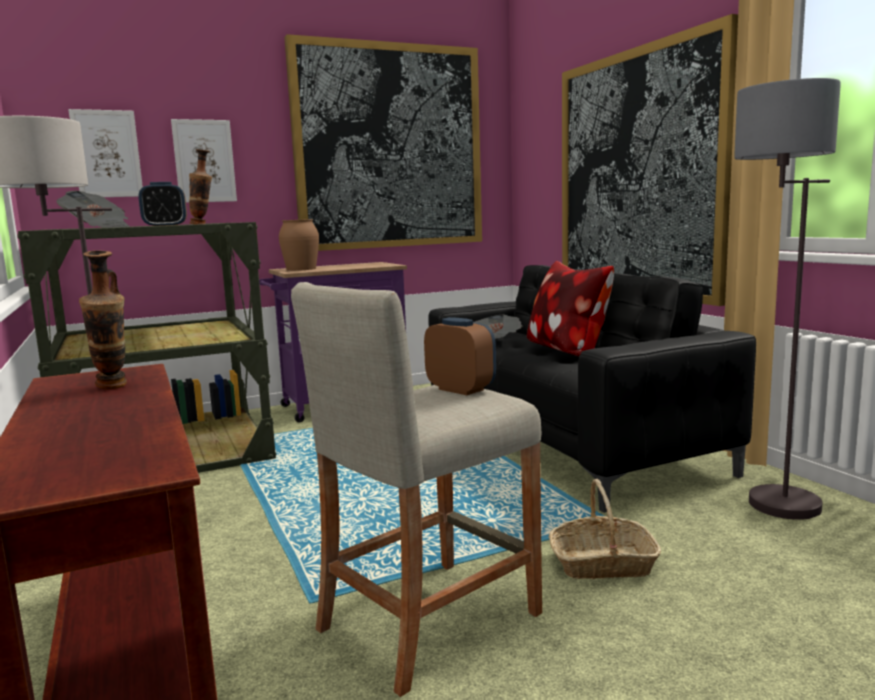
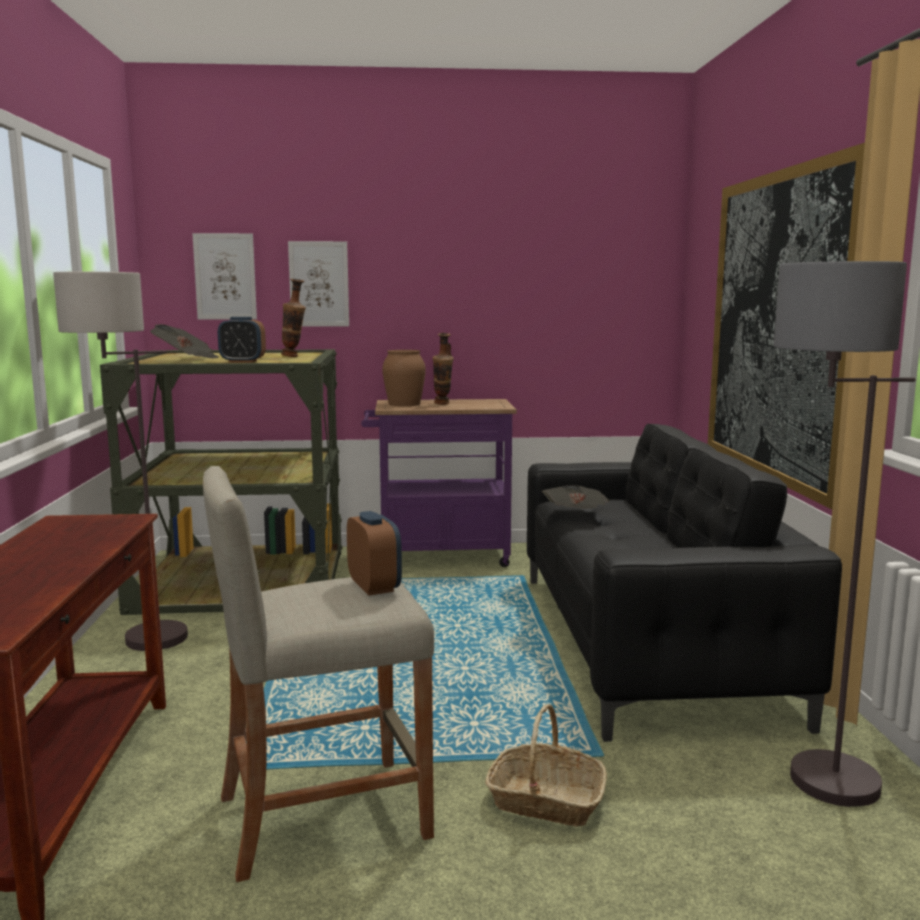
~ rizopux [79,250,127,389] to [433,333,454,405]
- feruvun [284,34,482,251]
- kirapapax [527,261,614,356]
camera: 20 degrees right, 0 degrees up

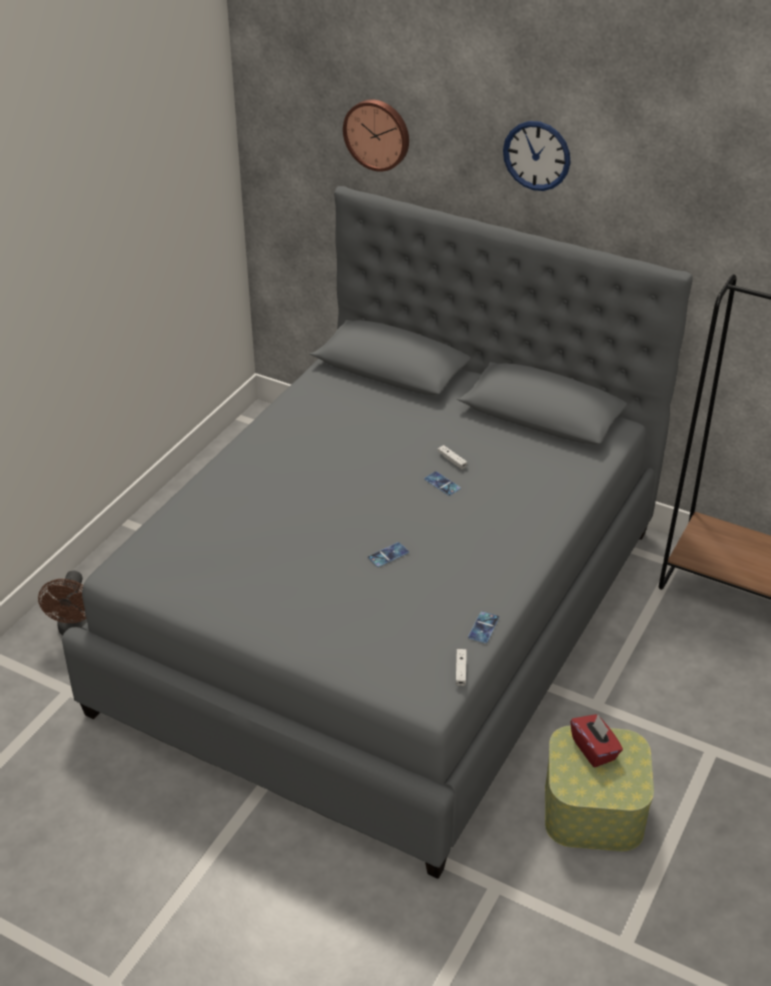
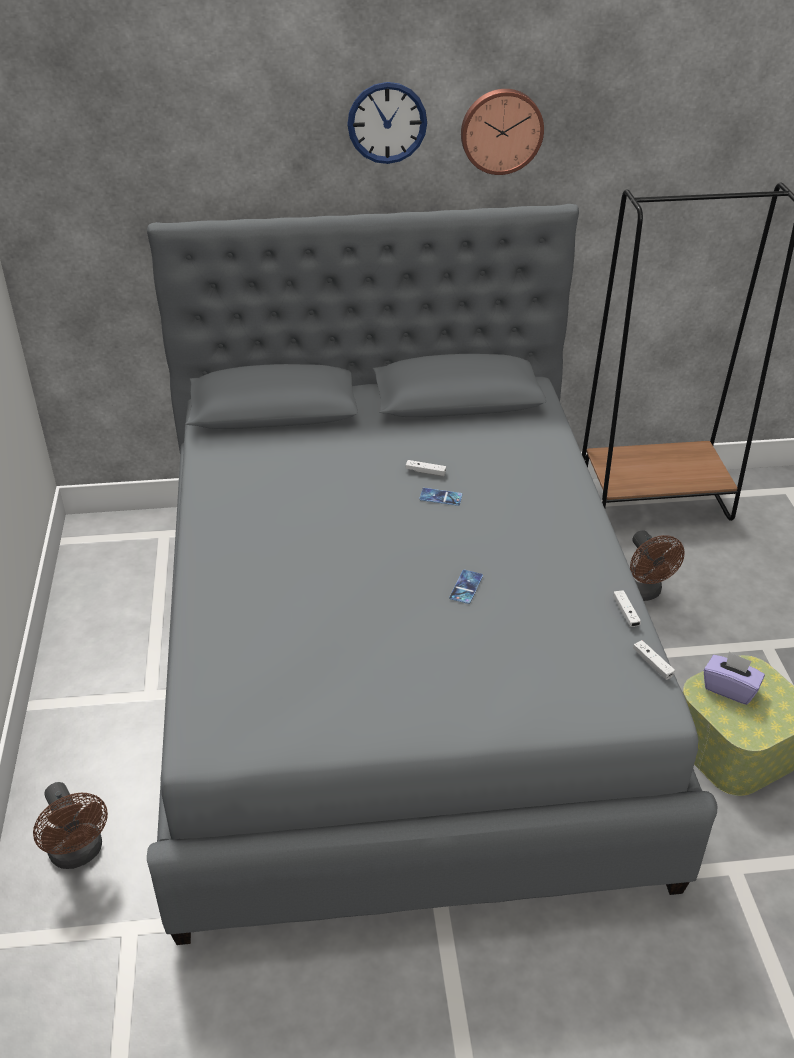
~ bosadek [343,99,409,172] to [461,89,544,175]
~ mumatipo [468,611,499,643] to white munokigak [613,590,641,627]
~ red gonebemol [570,714,623,767] to purple gonebemol [704,652,765,705]
+ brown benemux [630,530,685,601]
camera: 35 degrees left, 0 degrees up

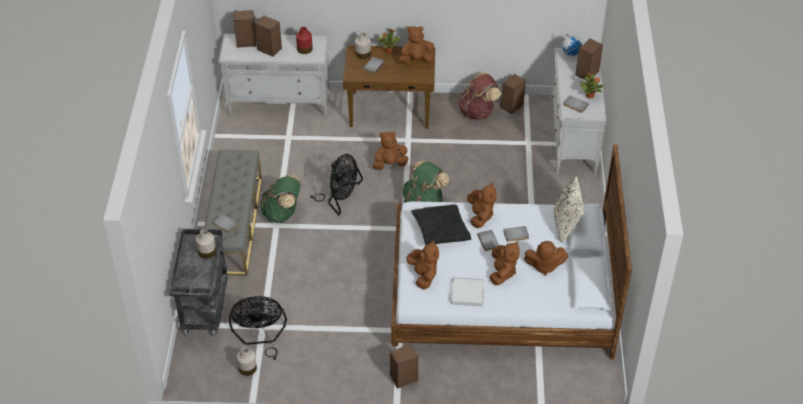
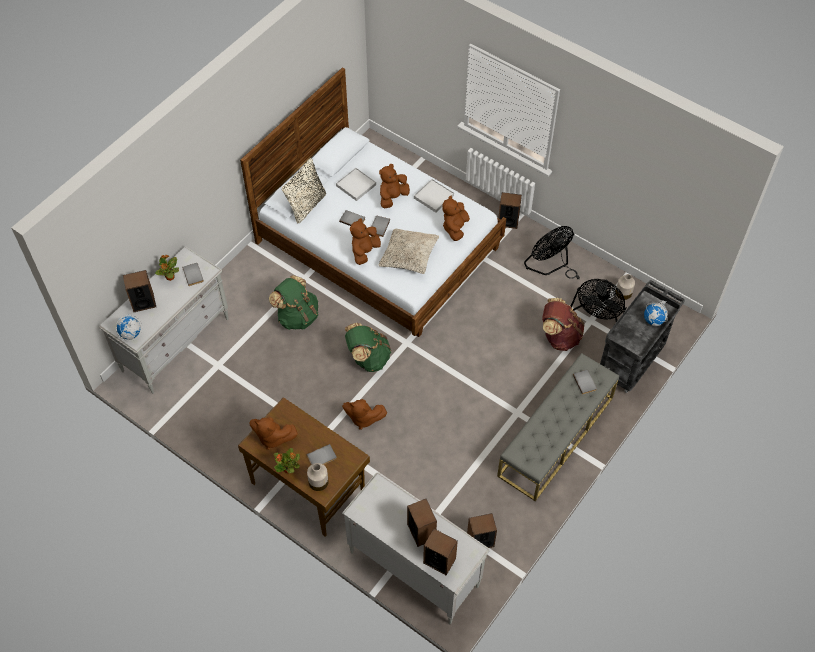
- beige rizopux [196,229,216,259]
~ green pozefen [260,175,301,223] to [269,275,318,330]
- red rizopux [296,27,313,54]
~ black benemux [310,154,363,216] to [524,226,580,279]
~ black kirapapax [411,204,471,245] to beige kirapapax [379,229,439,274]
~ brown pozefen [458,73,501,120] to [542,298,585,351]
~ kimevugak [501,74,526,114] to [467,513,497,548]
~ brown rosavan [524,241,569,276] to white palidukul [336,168,376,201]
+ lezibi [644,300,668,326]
camera: 145 degrees left, 10 degrees up

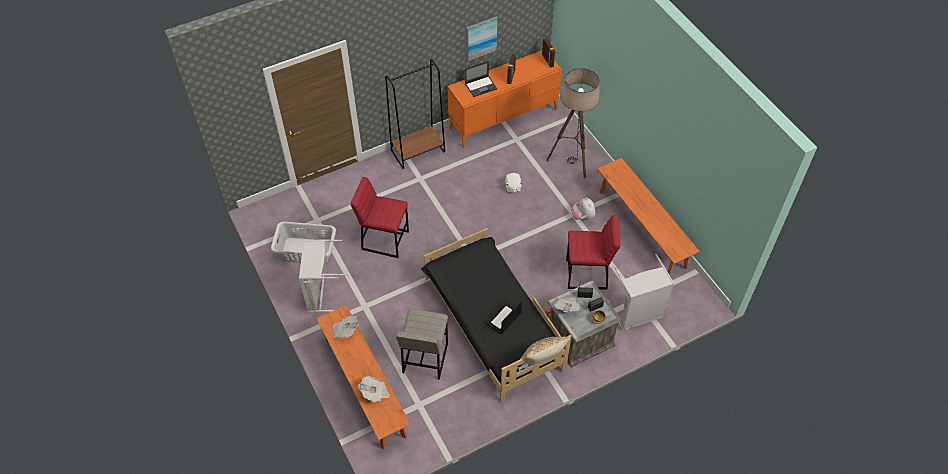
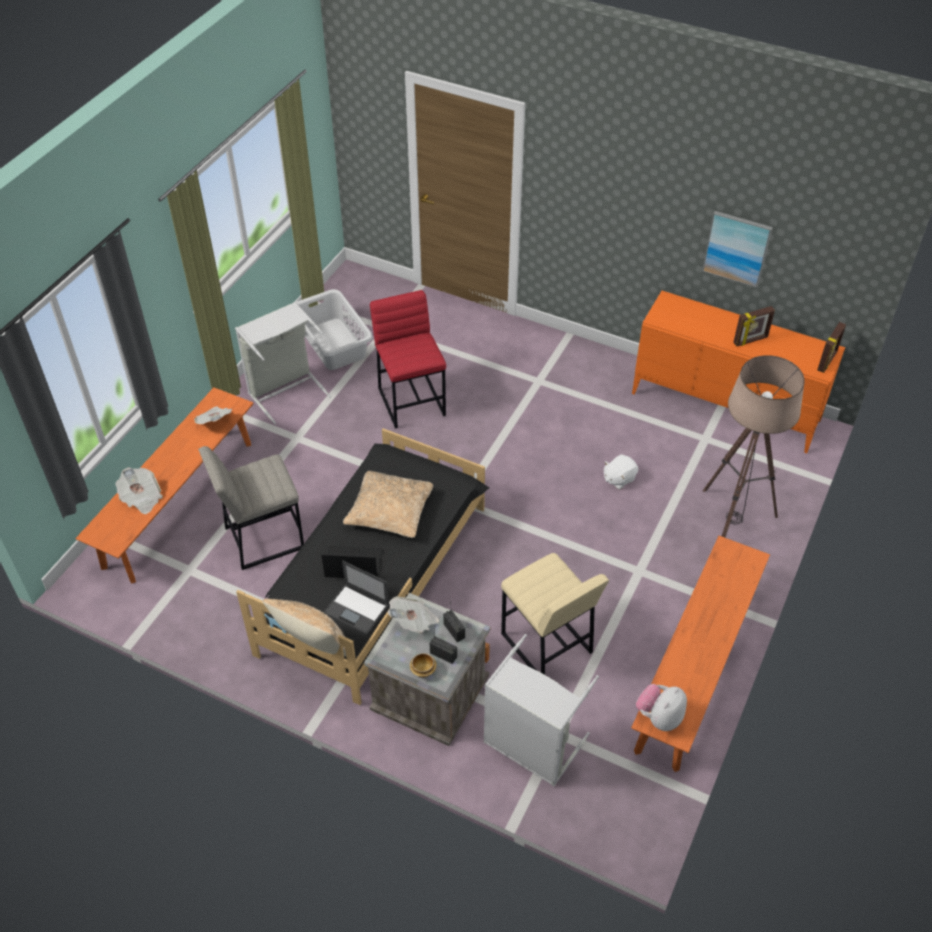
- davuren [385,59,445,169]
~ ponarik [465,61,497,97] to [323,561,389,635]
~ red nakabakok [566,215,621,289] to beige nakabakok [501,553,609,675]
~ rosavan [571,198,595,220] to [636,684,687,731]
+ beige kirapapax [343,471,433,538]
camera: 55 degrees right, 5 degrees down

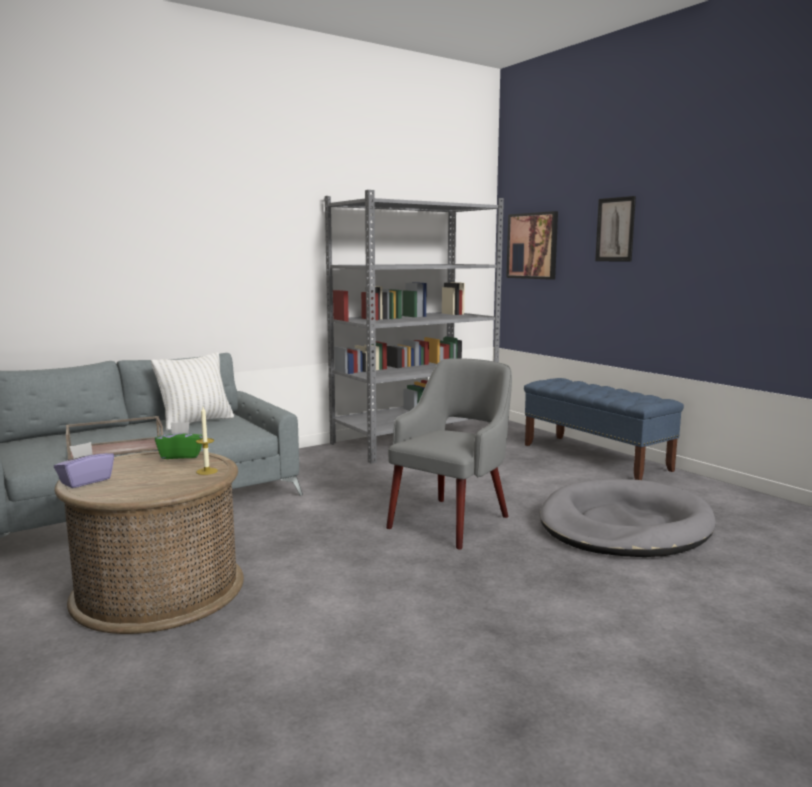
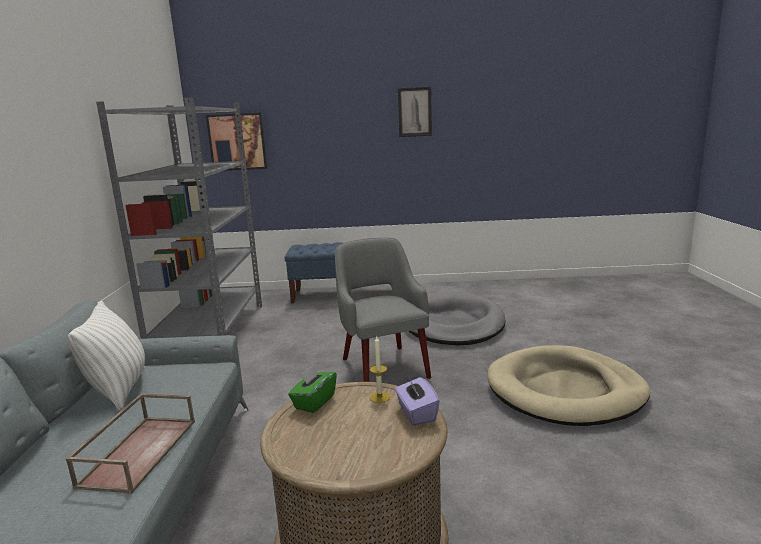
~ purple gonebemol [54,442,114,488] to [395,377,440,426]
~ feruvun [595,196,636,262] to [398,87,432,137]
+ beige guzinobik [488,345,650,426]
camera: 55 degrees left, 5 degrees up

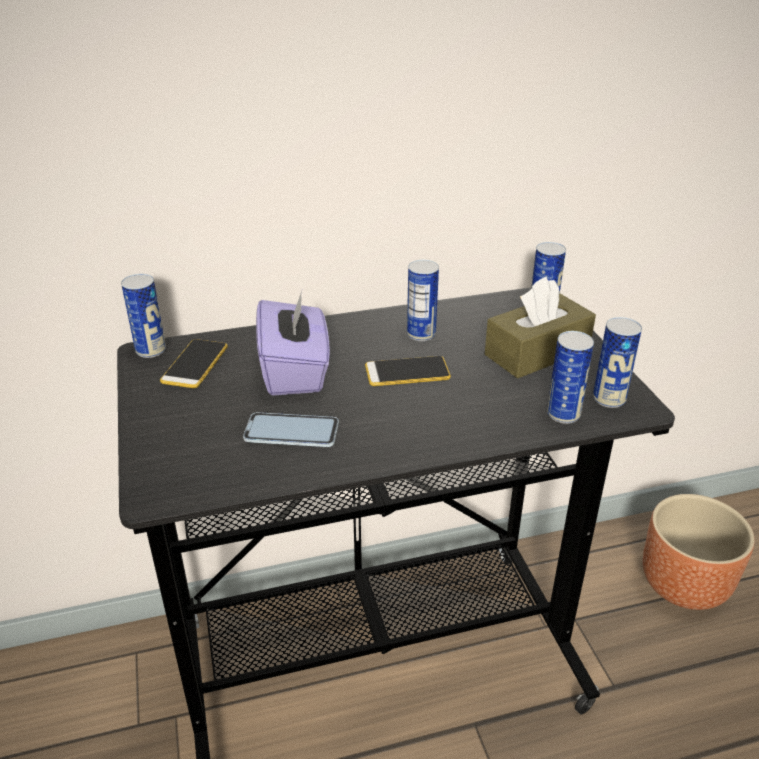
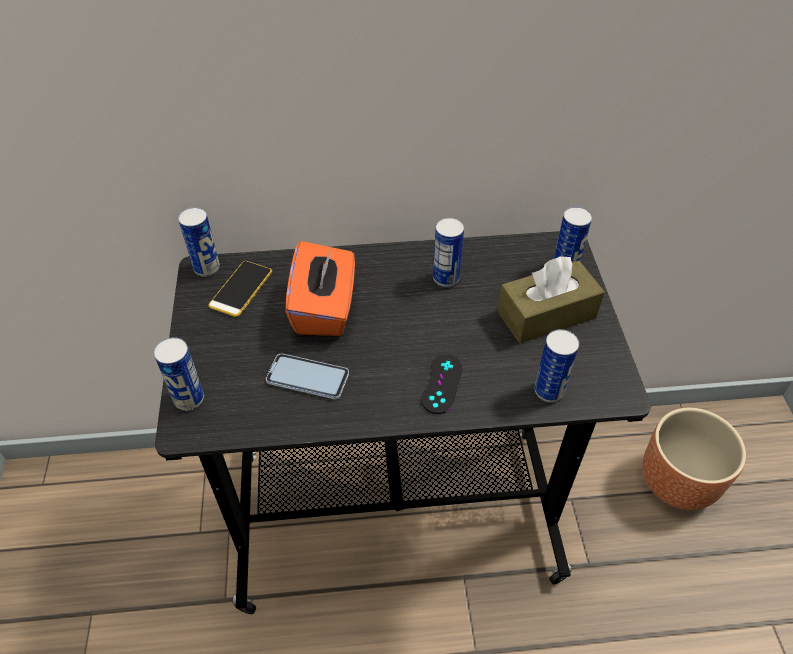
~ purple gonebemol [256,291,330,396] to orange gonebemol [286,241,355,336]
- mumatipo [365,356,451,386]
~ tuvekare [593,317,642,408] to [154,337,204,411]
+ black munokigak [421,355,463,414]
camera: 10 degrees right, 15 degrees up

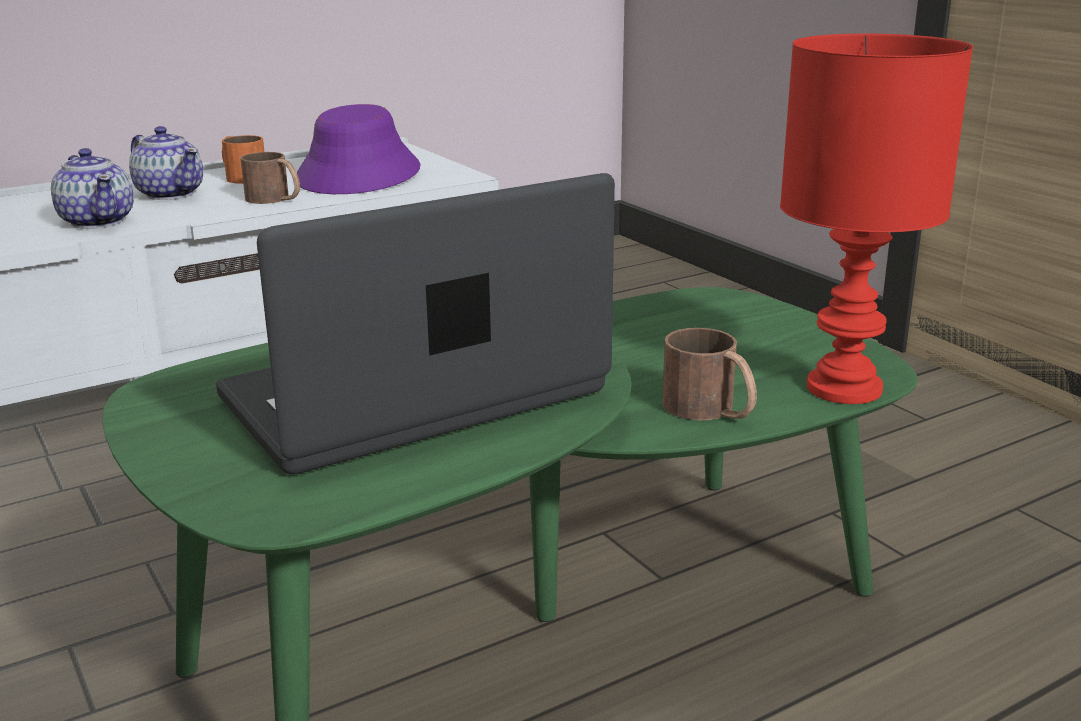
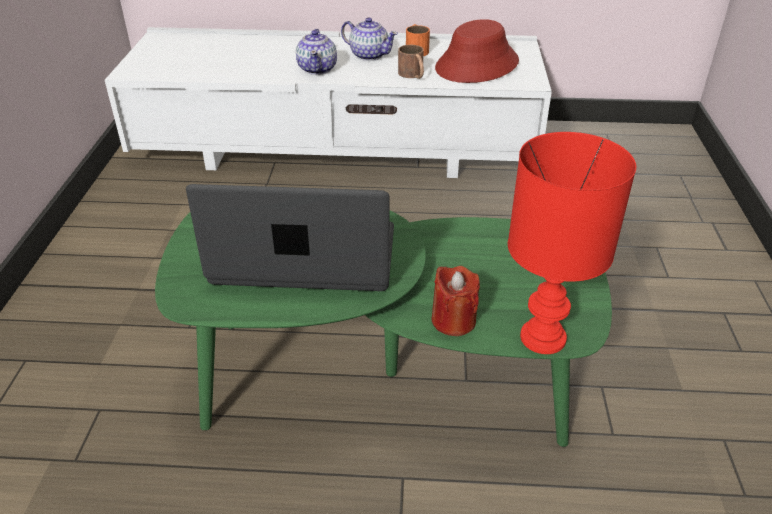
~ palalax [129,126,203,200] = [341,17,398,61] 45 degrees counterclockwise
~ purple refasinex [297,104,421,194] to red refasinex [435,19,519,83]
~ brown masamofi [662,328,757,420] to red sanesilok [432,266,480,336]
camera: 35 degrees right, 15 degrees up

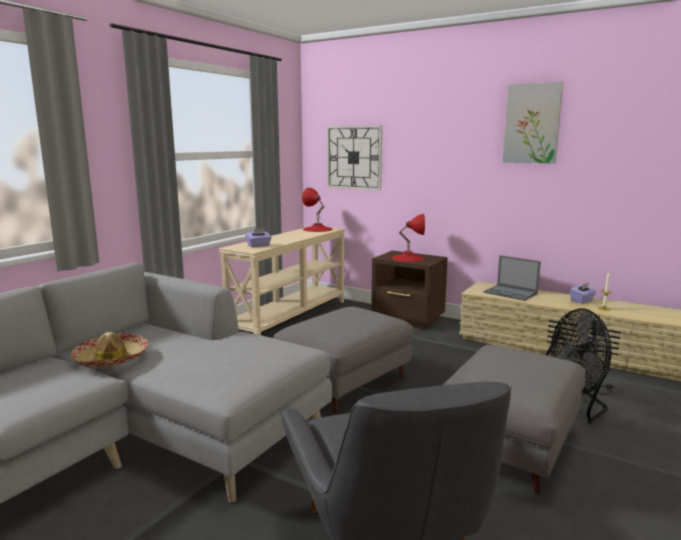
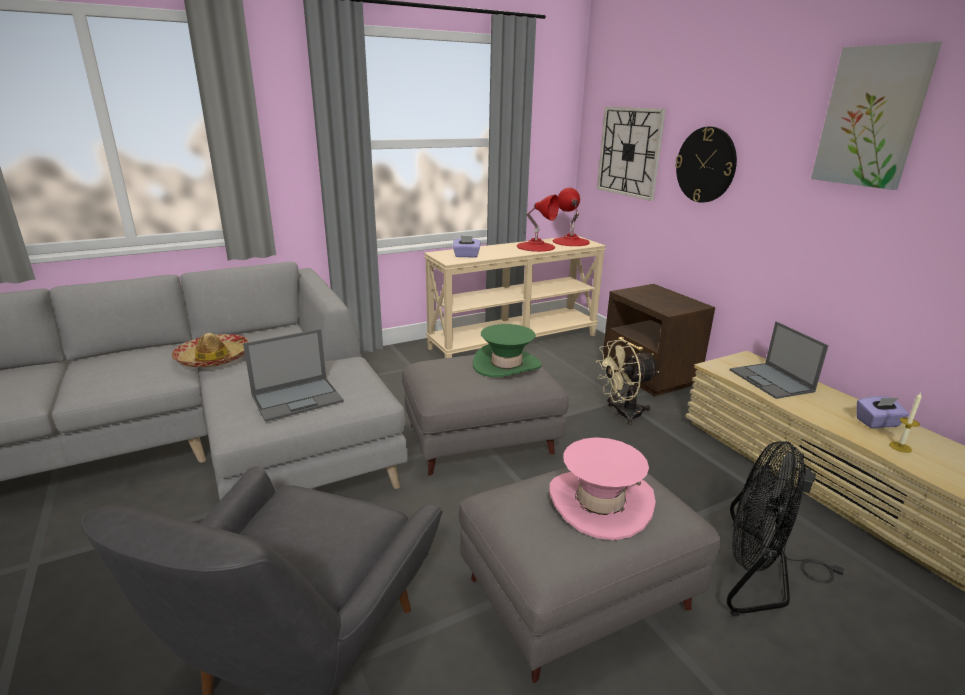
~ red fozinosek [392,214,425,262] to [517,195,559,252]
+ ponarik [243,329,344,422]
+ green refasinex [473,324,541,377]
+ pink refasinex [549,437,656,540]
+ beige benemux [596,340,660,425]
+ bosadek [675,127,737,203]
camera: 30 degrees right, 10 degrees up

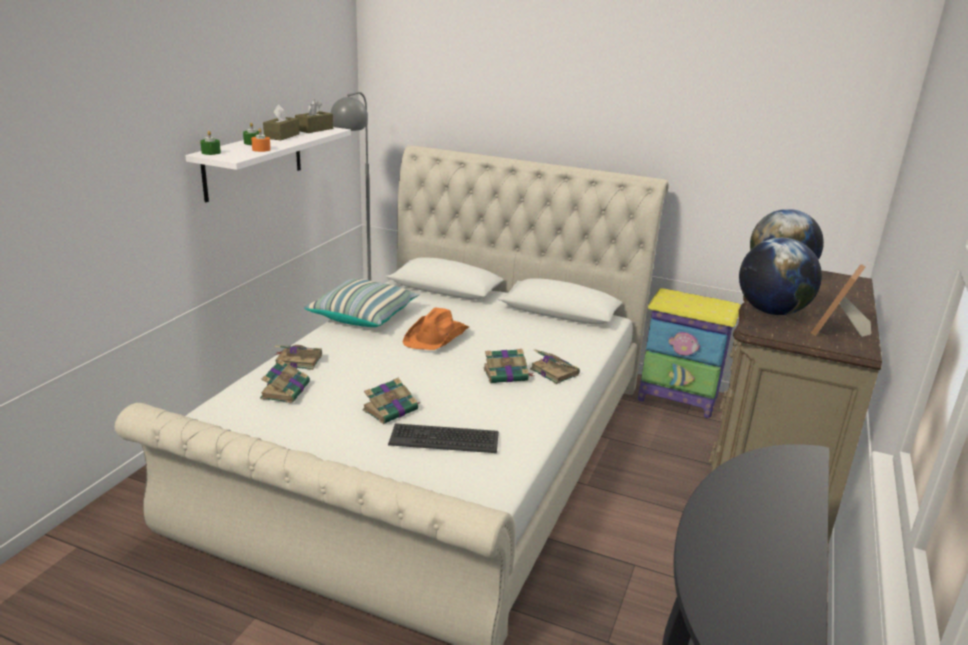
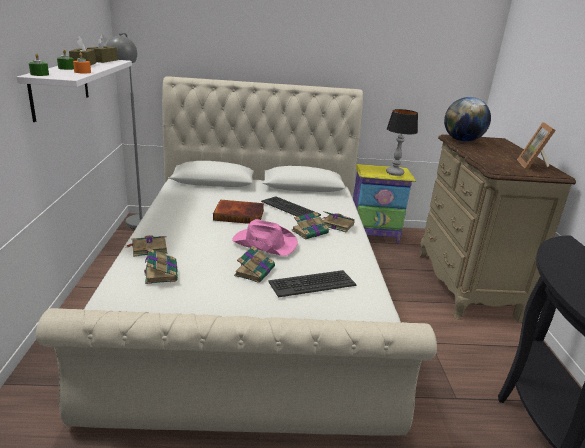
- kirapapax [304,279,420,327]
~ orange refasinex [402,308,469,350] to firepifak [213,200,264,224]
- lezibi [739,238,822,315]
+ pink refasinex [232,219,298,256]
+ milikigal [261,196,321,216]
+ fozinosek [386,109,418,176]
camera: 25 degrees left, 0 degrees up

